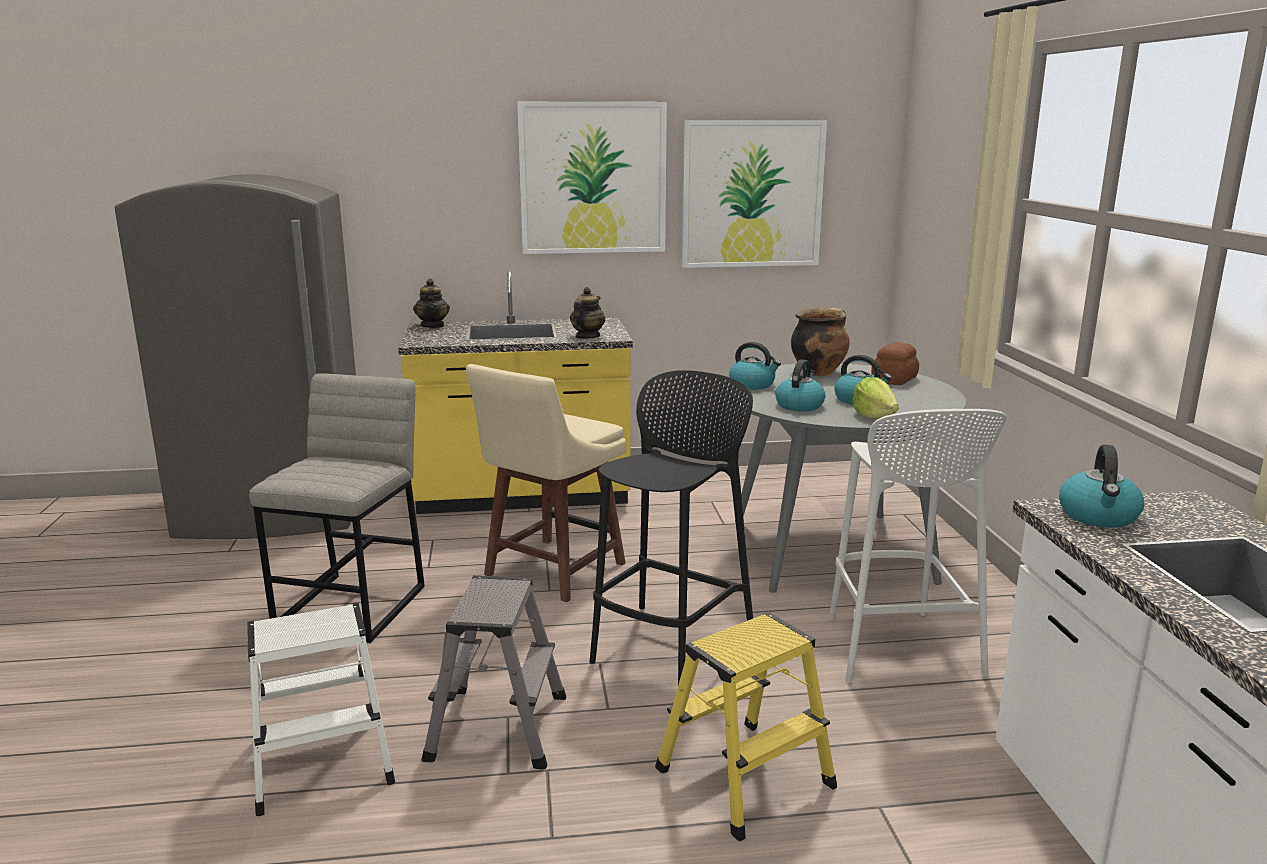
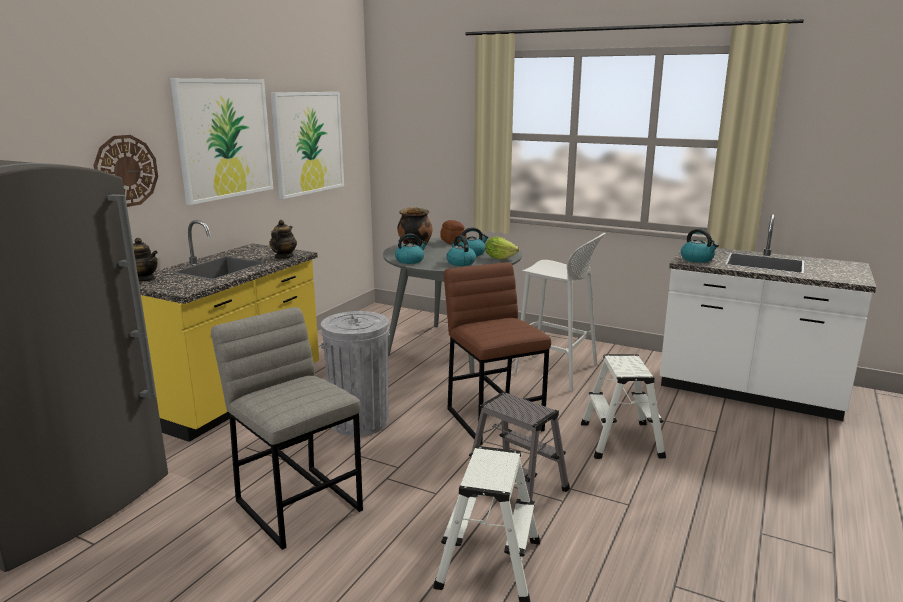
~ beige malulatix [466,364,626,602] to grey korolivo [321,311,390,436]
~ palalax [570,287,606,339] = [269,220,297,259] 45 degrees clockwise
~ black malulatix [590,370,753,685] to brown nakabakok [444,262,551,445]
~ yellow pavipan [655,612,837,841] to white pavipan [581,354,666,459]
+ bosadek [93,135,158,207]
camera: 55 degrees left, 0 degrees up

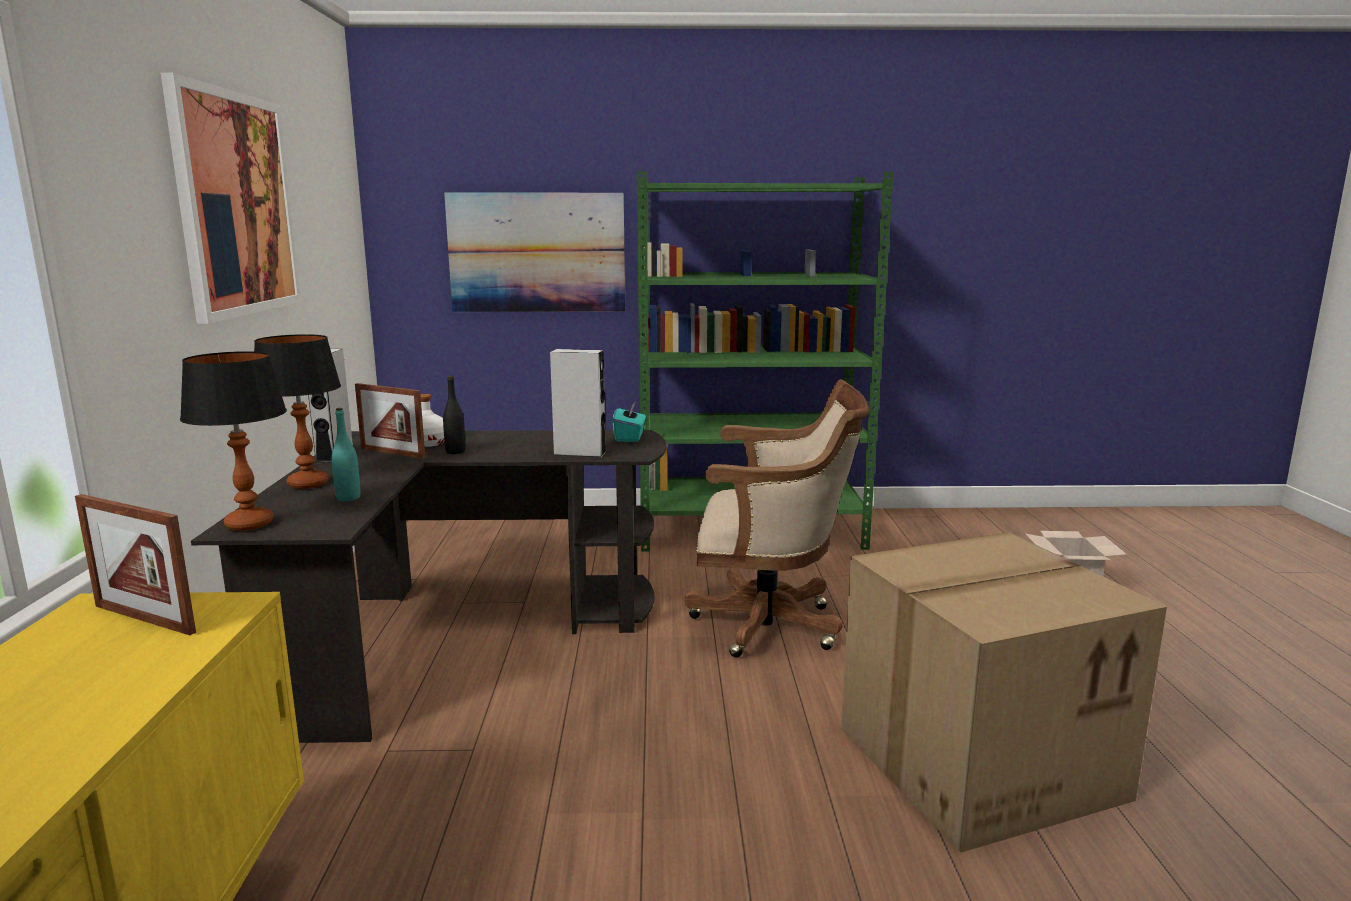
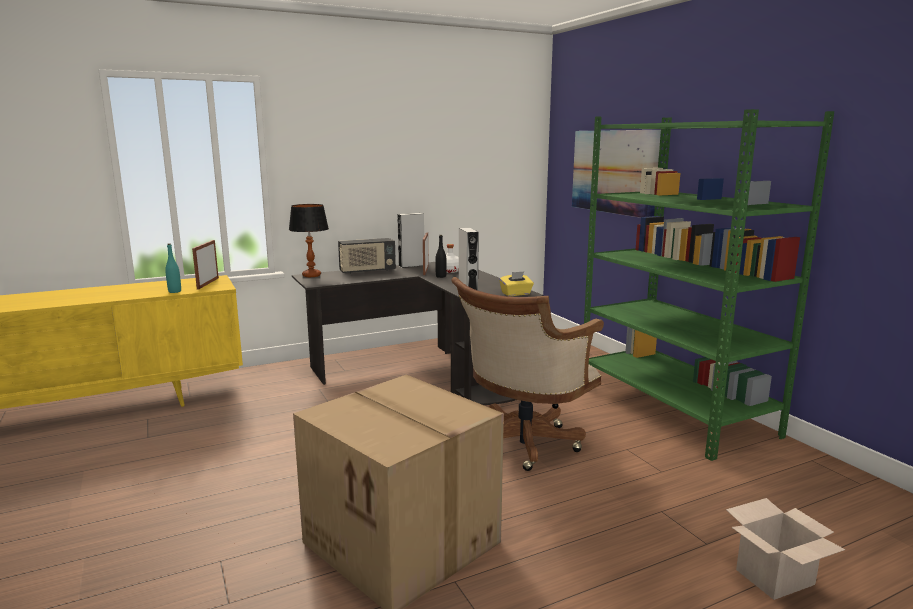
- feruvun [161,73,301,324]
~ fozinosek [254,334,341,489] to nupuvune [338,238,396,274]
~ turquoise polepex [332,408,360,501] to [165,243,181,293]
~ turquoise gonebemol [612,401,646,442] to yellow gonebemol [499,271,534,296]
~ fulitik [684,380,869,657] = [451,277,604,471] 60 degrees clockwise
camera: 65 degrees right, 0 degrees up

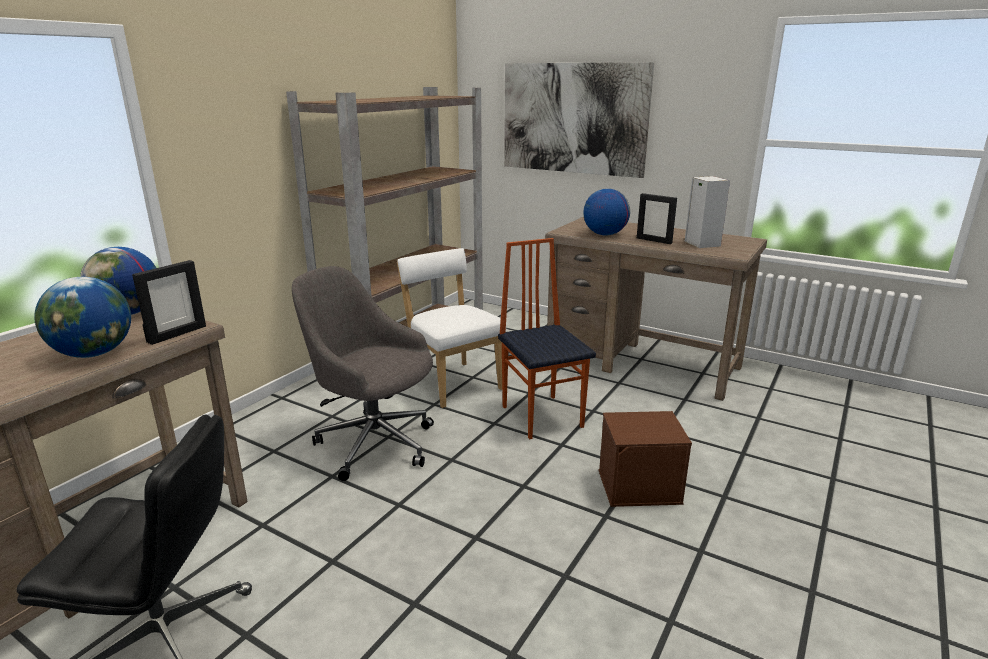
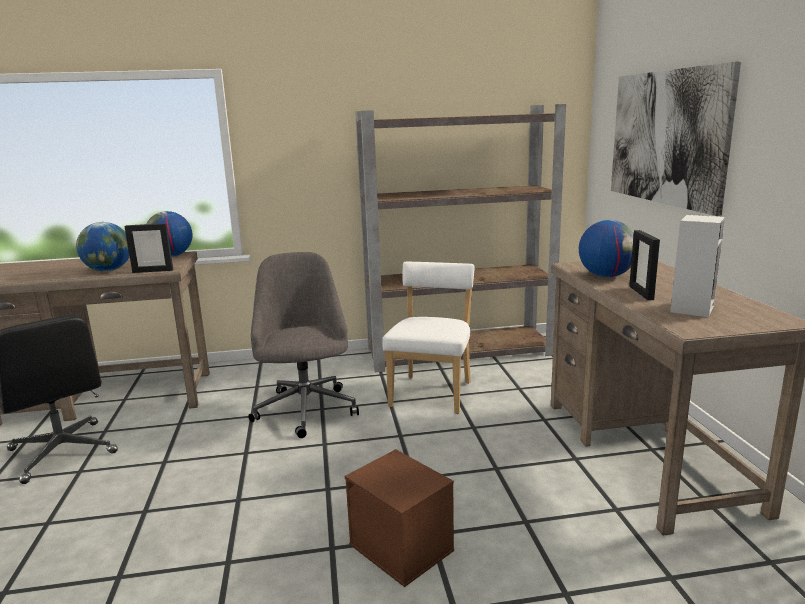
- nakabakok [498,238,596,439]
camera: 50 degrees right, 5 degrees down

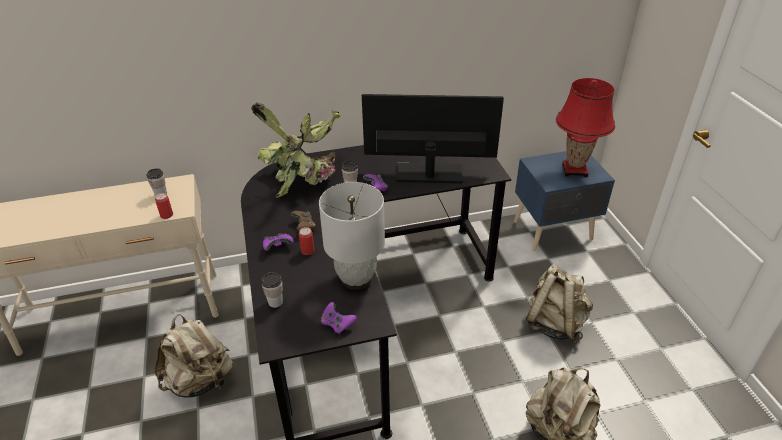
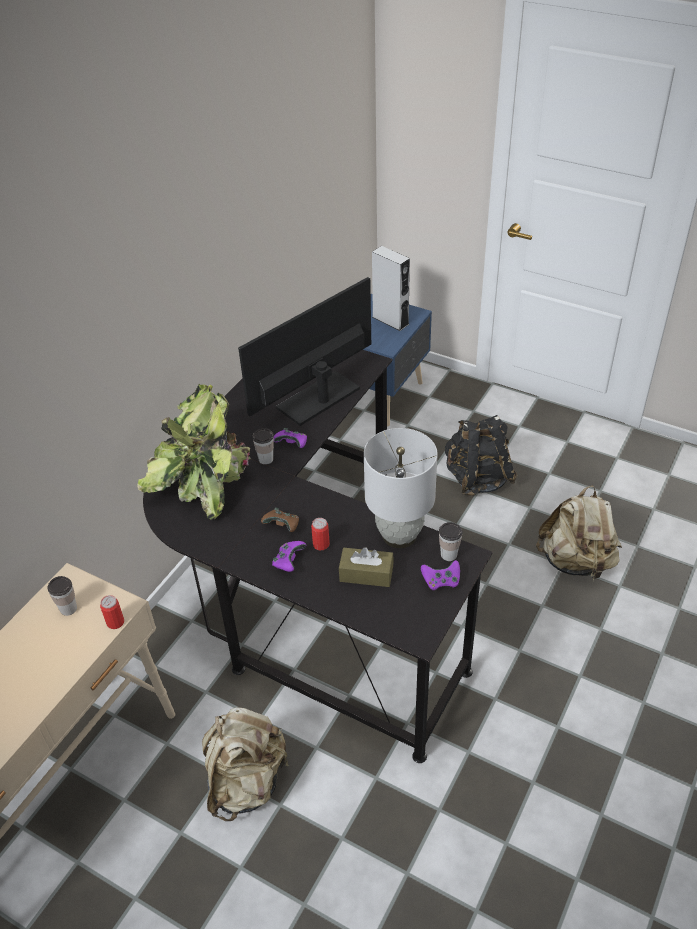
~ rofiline [261,272,283,308] to [439,522,462,561]
~ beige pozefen [526,264,593,343] to black pozefen [445,415,517,496]
~ red fozinosek [556,78,615,177] to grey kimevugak [372,246,410,331]
+ brown gonebemol [339,547,394,587]
camera: 45 degrees left, 5 degrees up

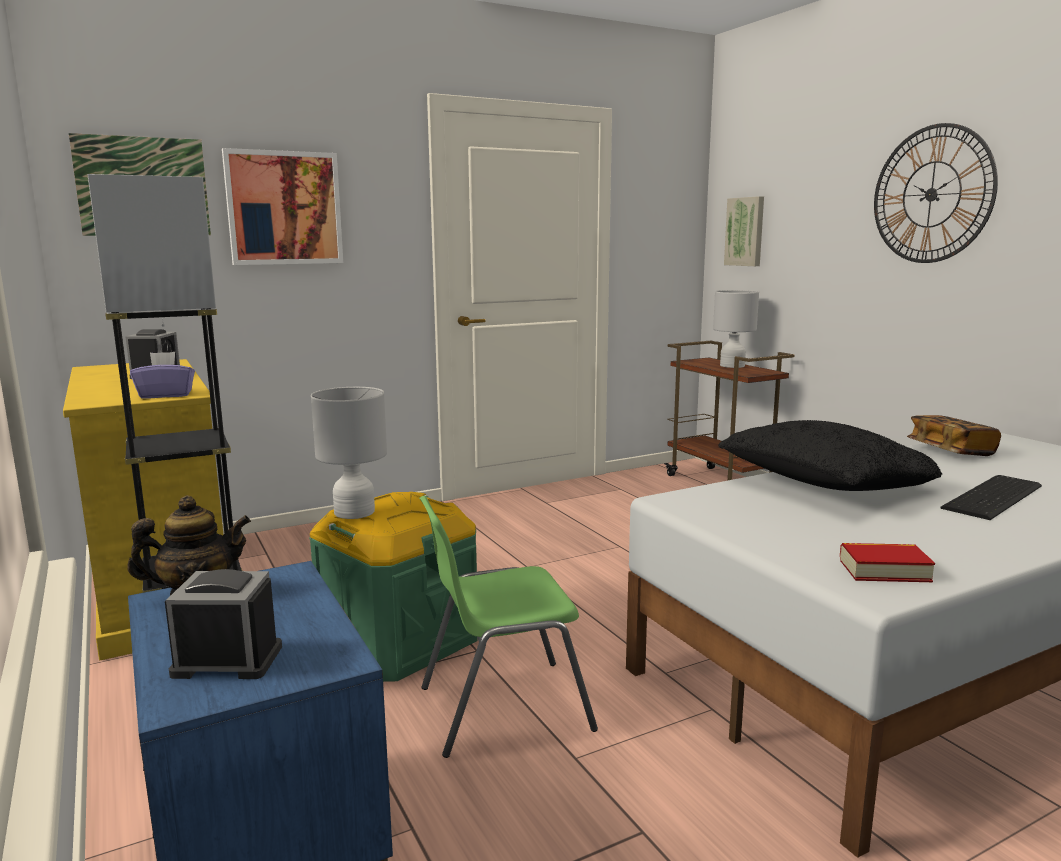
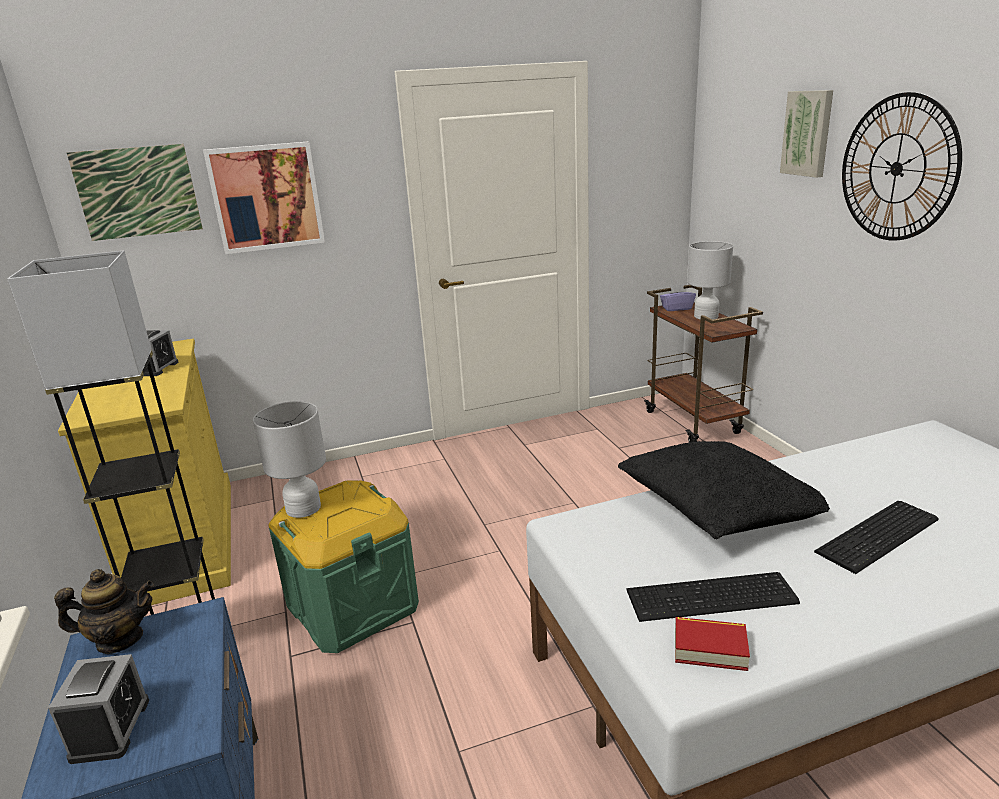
~ purple gonebemol [130,352,195,399] to [660,284,696,311]
~ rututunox [165,569,282,679] = [48,654,149,764] 75 degrees clockwise
- green nakabakok [419,496,598,758]
~ feruvun [724,196,764,266] to [780,90,833,178]
- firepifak [907,415,1001,456]
+ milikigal [627,572,800,622]
camera: 10 degrees right, 10 degrees up

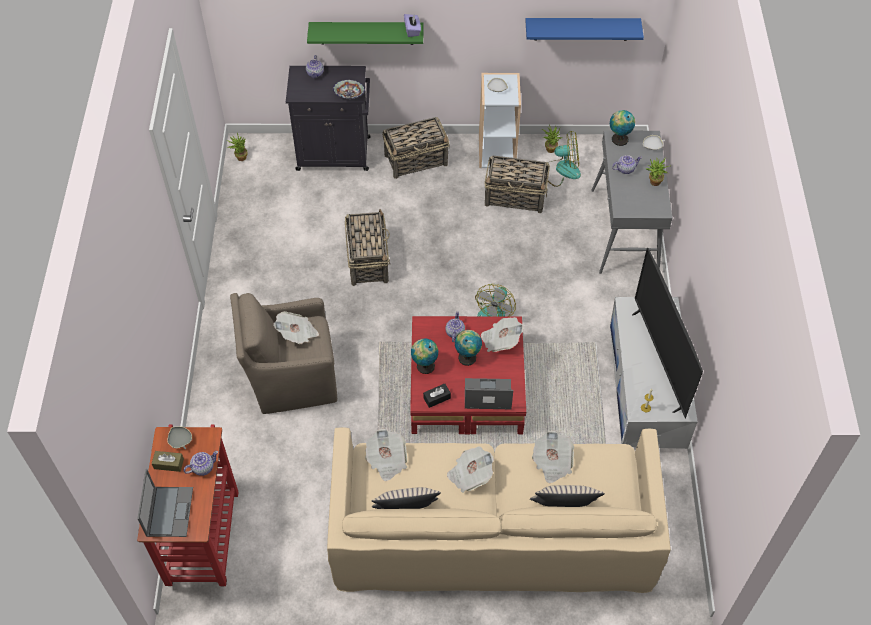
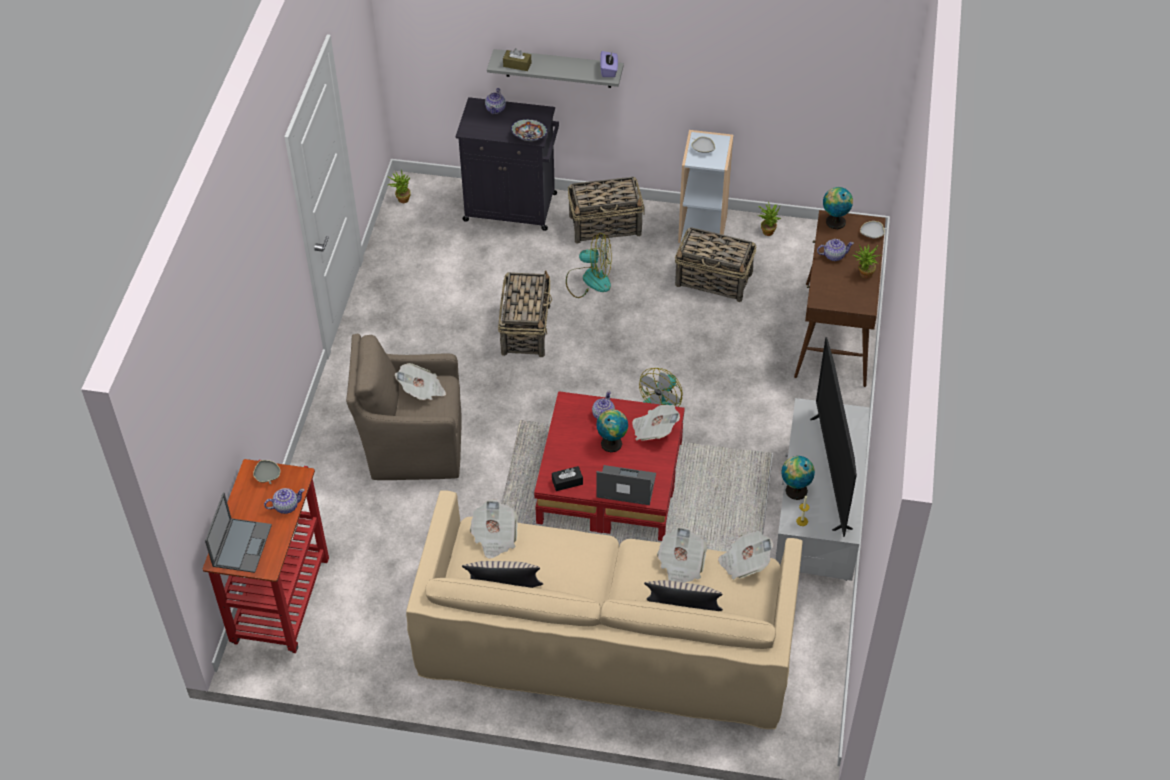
~ brown gonebemol [152,451,184,472] to [503,48,531,71]
~ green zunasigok [307,22,424,45] to grey zunasigok [487,49,624,88]
~ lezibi [411,339,438,374] to [781,456,815,500]
~ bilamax [447,447,494,493] to [718,531,774,580]
- blue zunasigok [525,18,644,41]
~ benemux [548,131,581,187] to [566,233,612,298]
~ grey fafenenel [591,131,672,274] to brown fafenenel [794,210,886,387]
camera: 10 degrees right, 5 degrees down

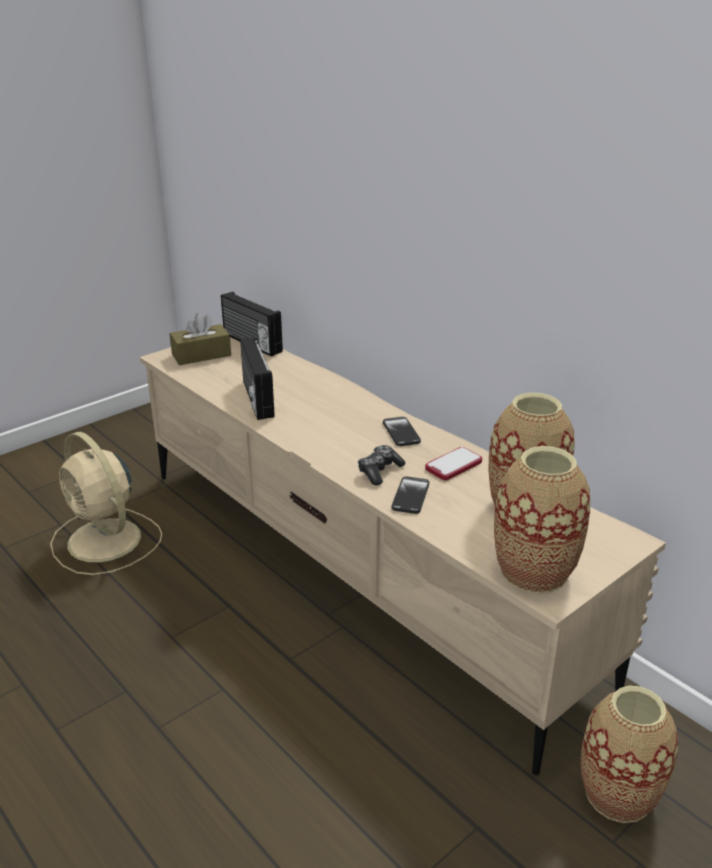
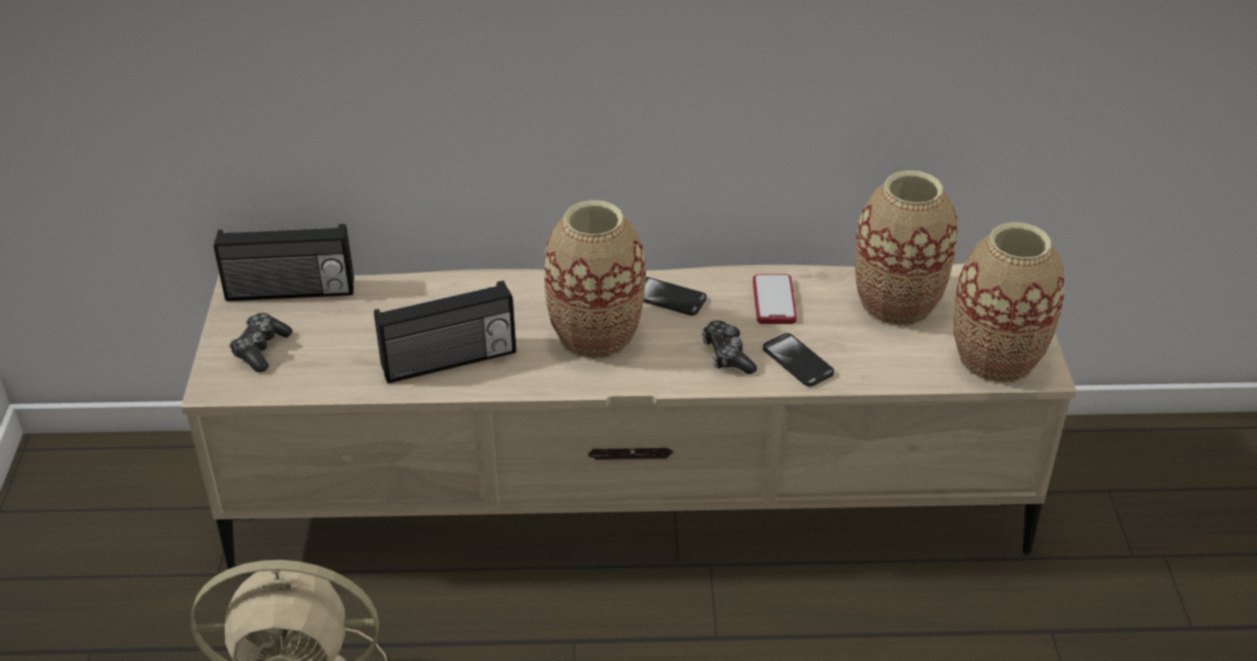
~ brown gonebemol [169,313,231,365] to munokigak [229,313,293,372]
~ nupuvune [240,337,275,420] = [374,280,516,384] 45 degrees counterclockwise
~ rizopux [581,686,678,823] to [544,200,646,360]
camera: 50 degrees left, 10 degrees up

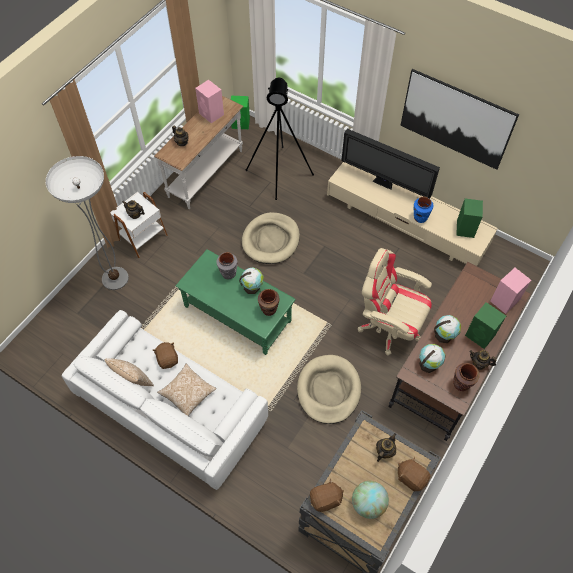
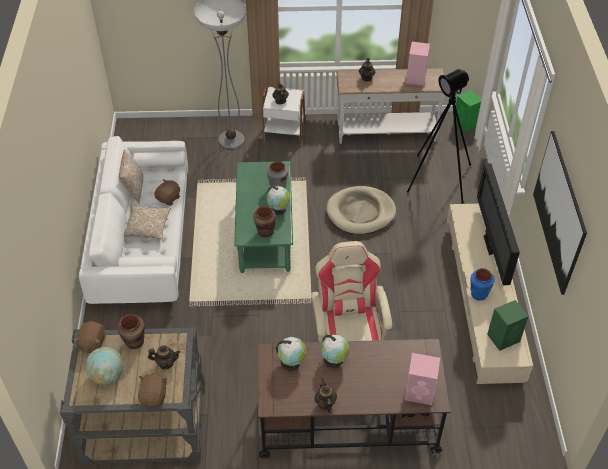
- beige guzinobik [297,355,361,424]
~ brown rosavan [310,479,344,512] = [73,321,105,354] 60 degrees clockwise
~ brown rizopux [453,363,480,391] to [117,314,145,349]
- green kimevugak [465,302,506,349]
camera: 55 degrees right, 10 degrees down

